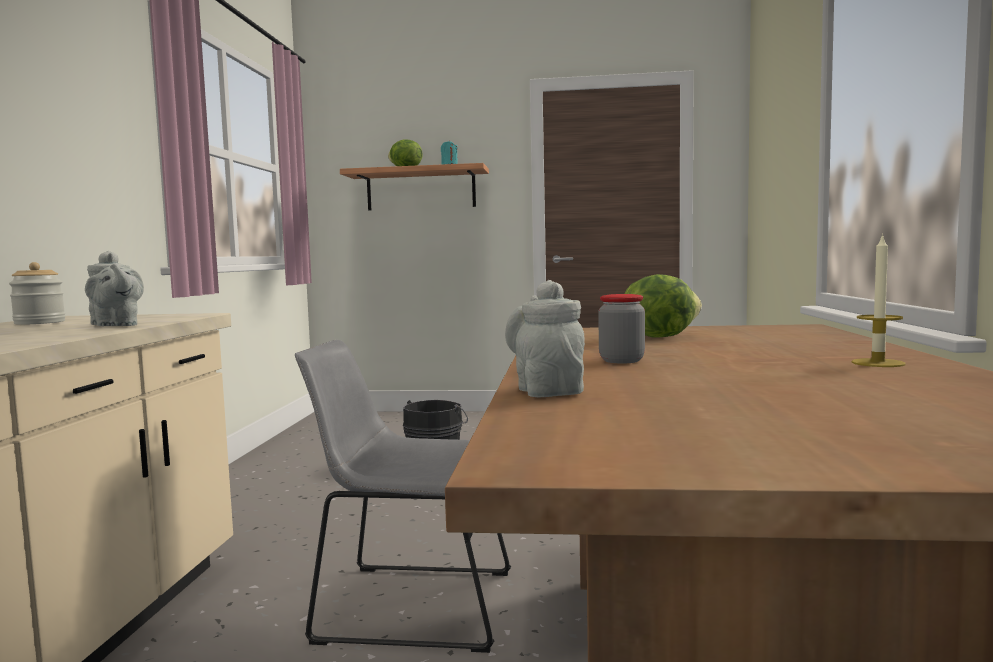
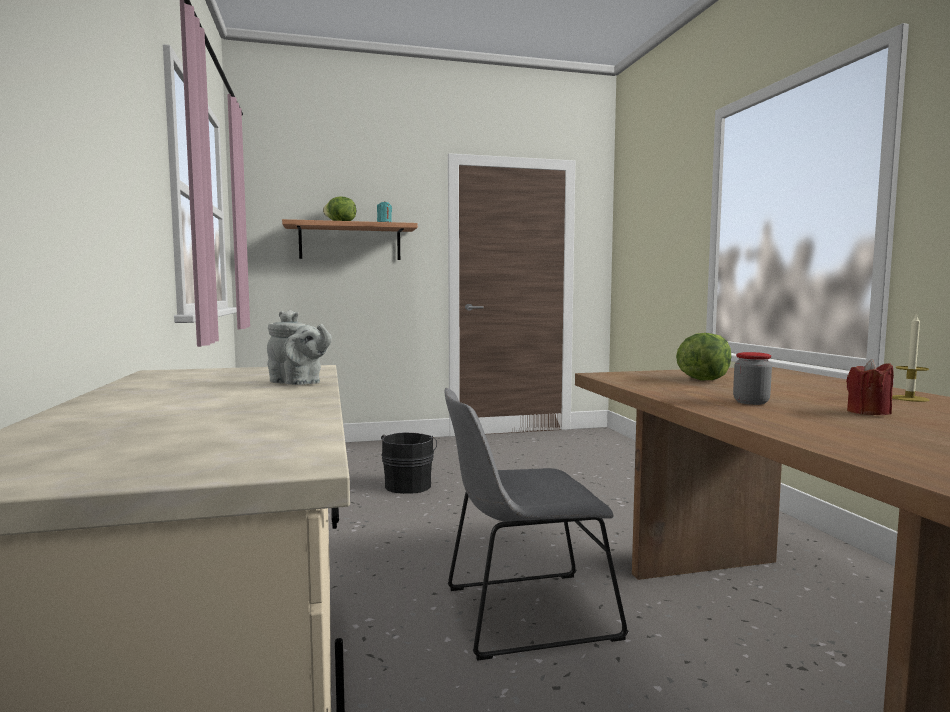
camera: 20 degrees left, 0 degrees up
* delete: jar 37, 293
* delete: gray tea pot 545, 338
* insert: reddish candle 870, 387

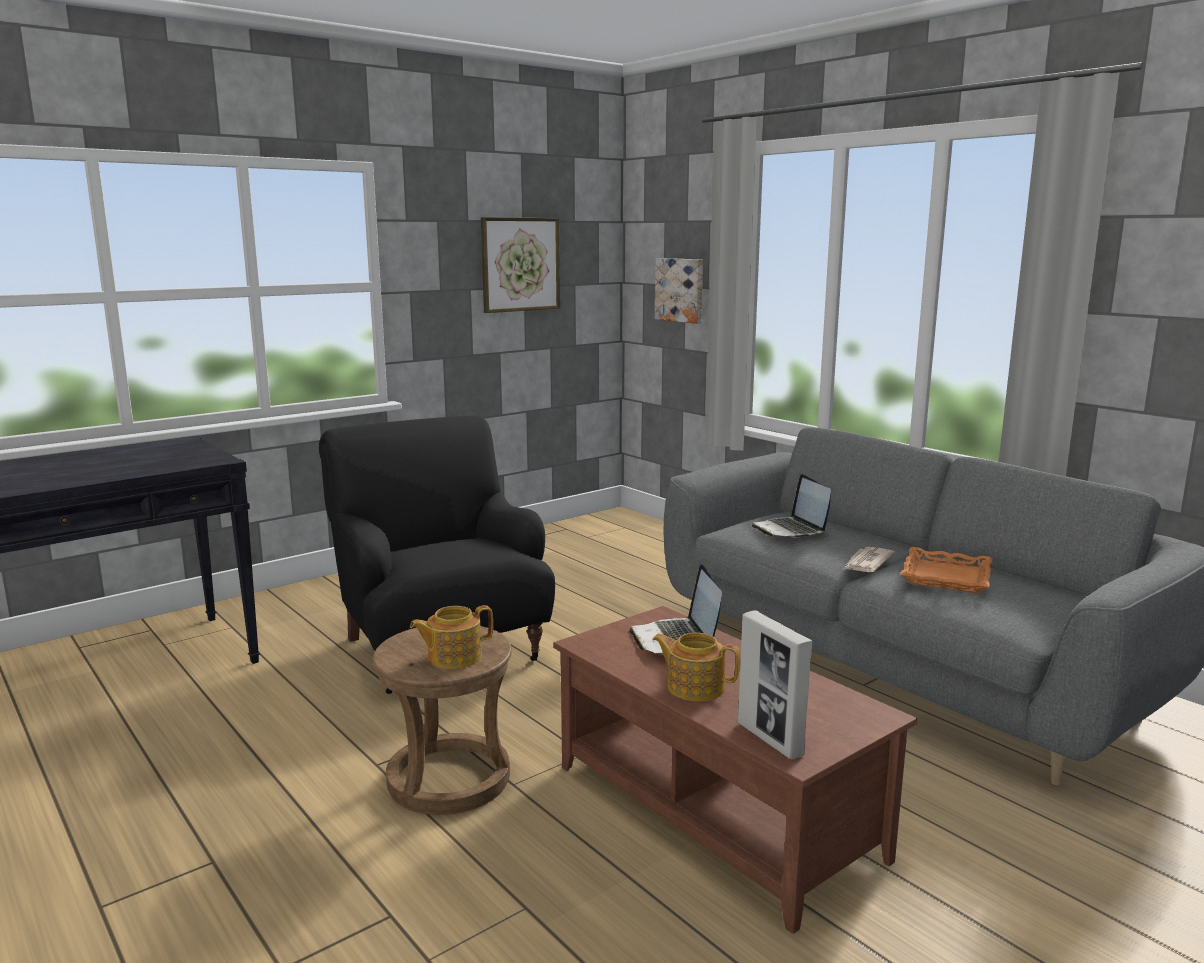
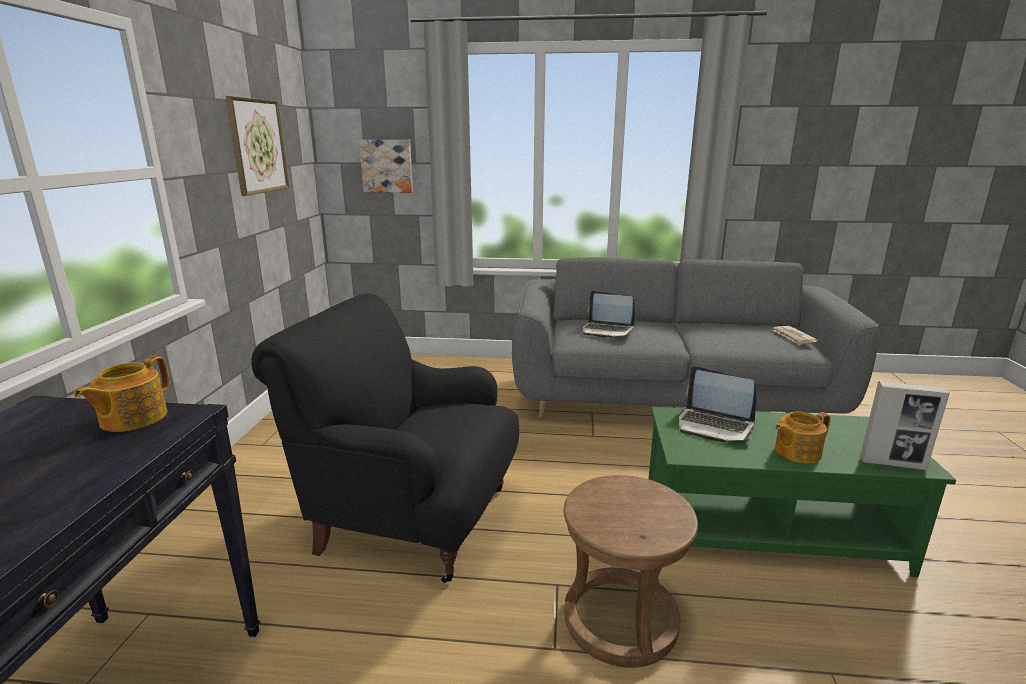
camera: 45 degrees left, 5 degrees up
* delete: orange-coloured serving tray 946, 570
* move: tea pot 451, 637 to 122, 394
* move: printed paper 869, 559 to 795, 335
* recolor: brownish low table 735, 770 to green low table 802, 492

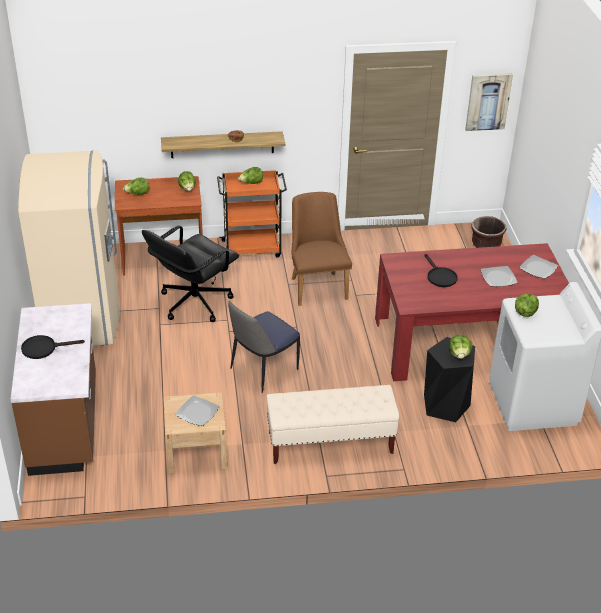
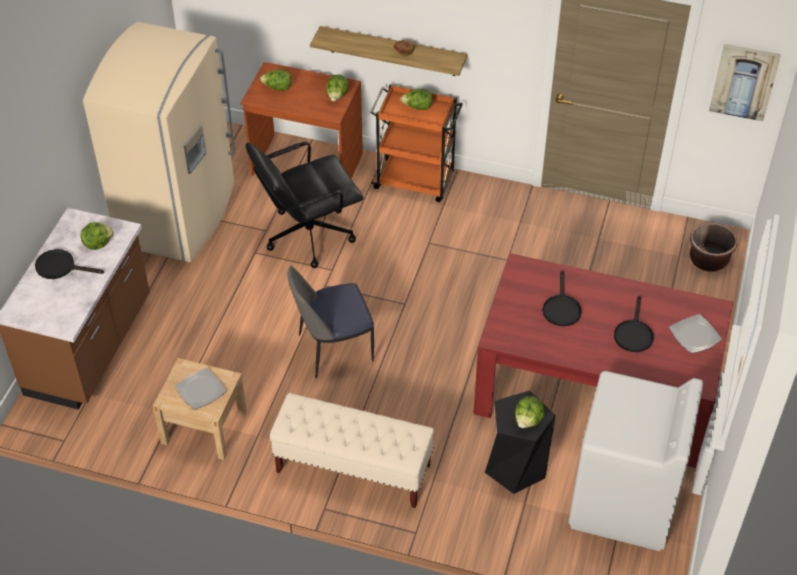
camera: 25 degrees right, 10 degrees up
* delete: brownish chair 322, 249
* move: lettuce head 527, 305 to 97, 236
* replace: dinner plate 499, 276 to black-coloured frying pan 634, 324

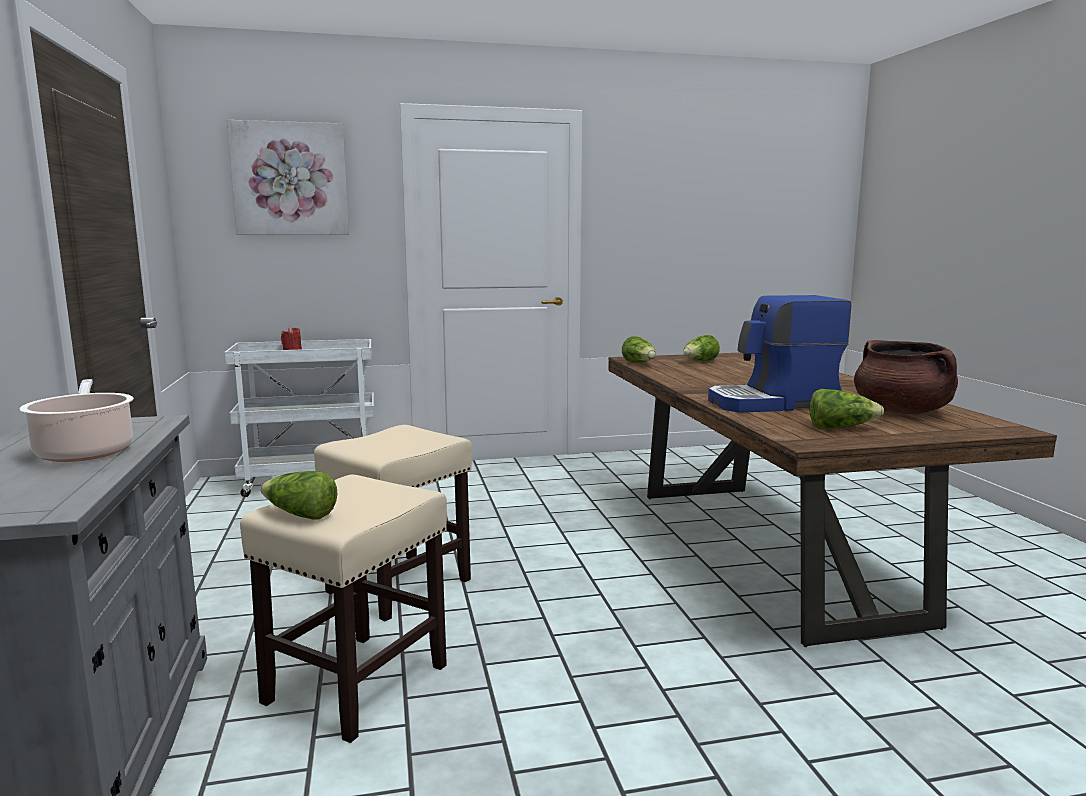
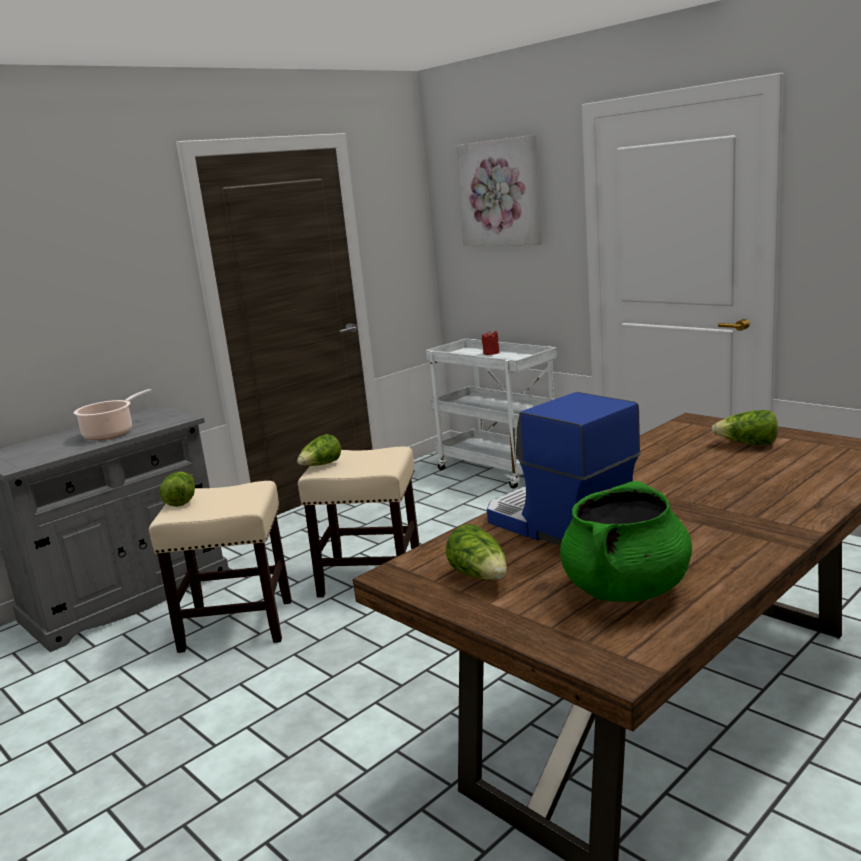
camera: 60 degrees right, 5 degrees up
* move: lettuce head 639, 349 to 319, 450
* recolor: brownish saucepot 906, 377 to green saucepot 626, 541

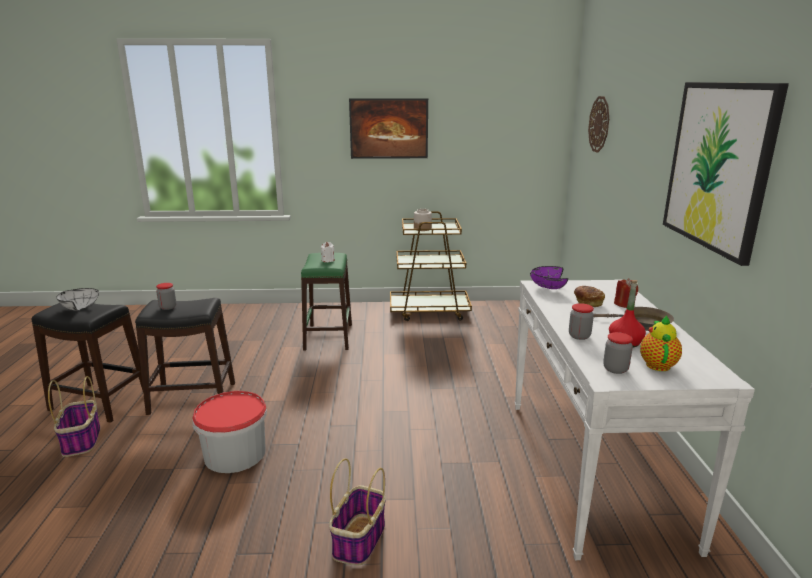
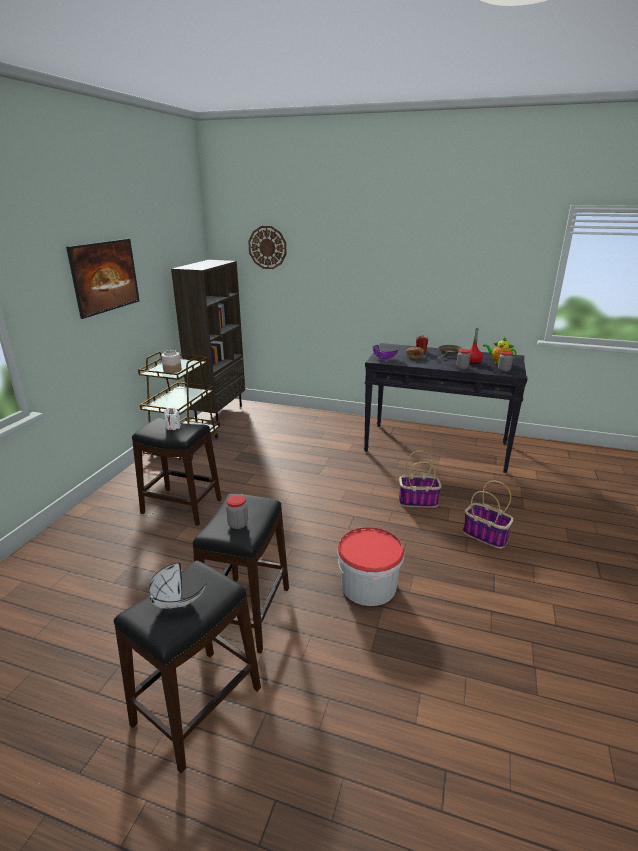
camera: 70 degrees left, 5 degrees up
* delete: wall art 726, 174
* insert: brownish bookcase 208, 342
* move: storage basket 74, 416 to 420, 479
* recolor: green stool 326, 302 to black-coloured stool 177, 472
* recolor: white hall table 634, 419 to black-coloured hall table 445, 408

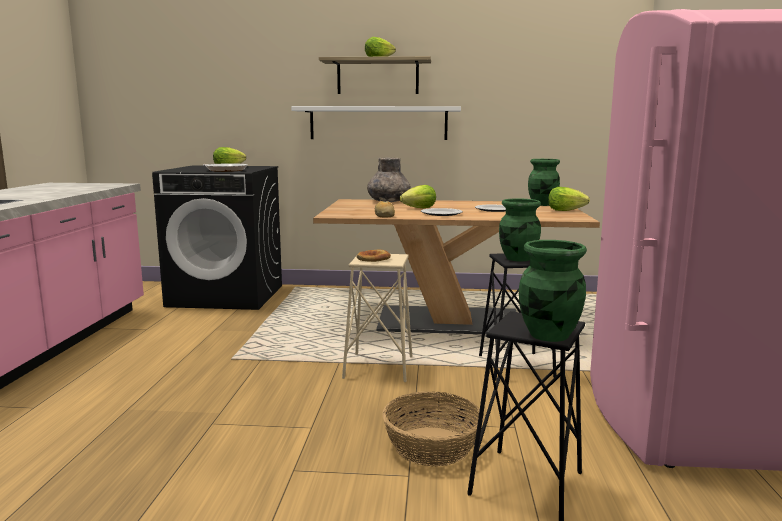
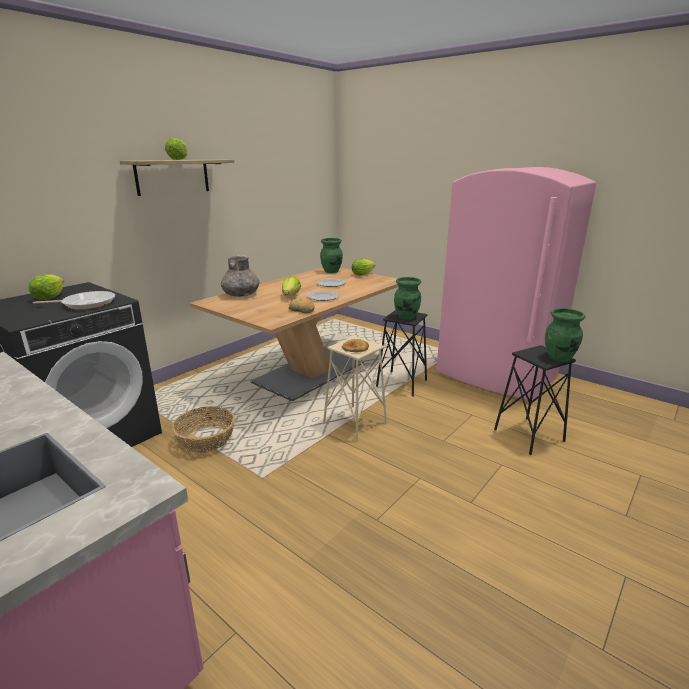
camera: 55 degrees left, 10 degrees up
* delete: white wall shelf 376, 123
* move: storage basket 433, 428 to 203, 429

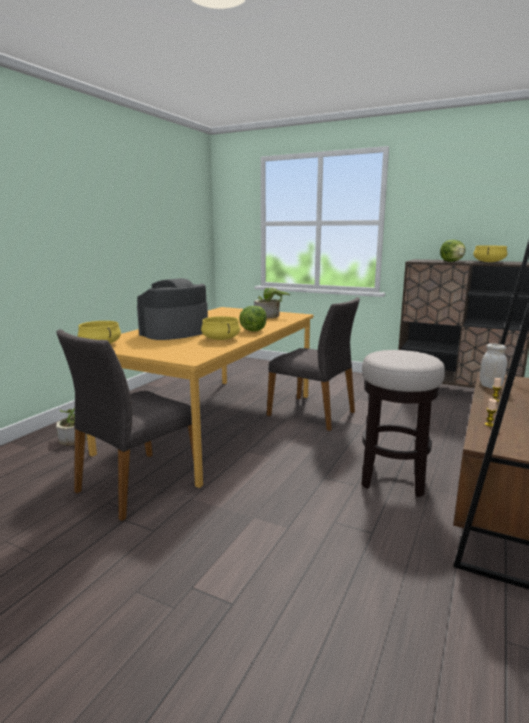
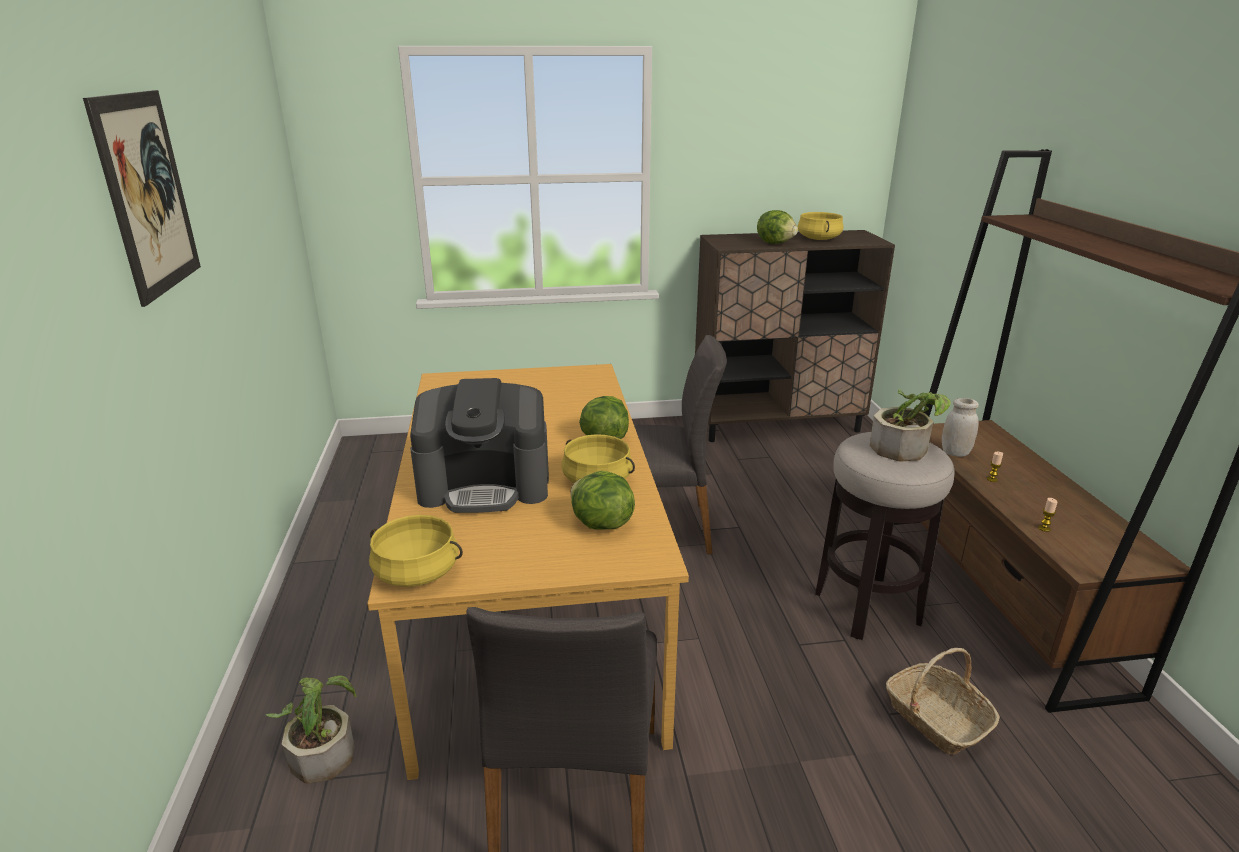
camera: 35 degrees left, 10 degrees up
* insert: wall art 142, 198
* insert: lettuce head 602, 500
* insert: storage basket 943, 701
* move: plant in a pot 272, 302 to 910, 425
* rotate: coffee machine 172, 309 = 479, 445 105 degrees counterclockwise

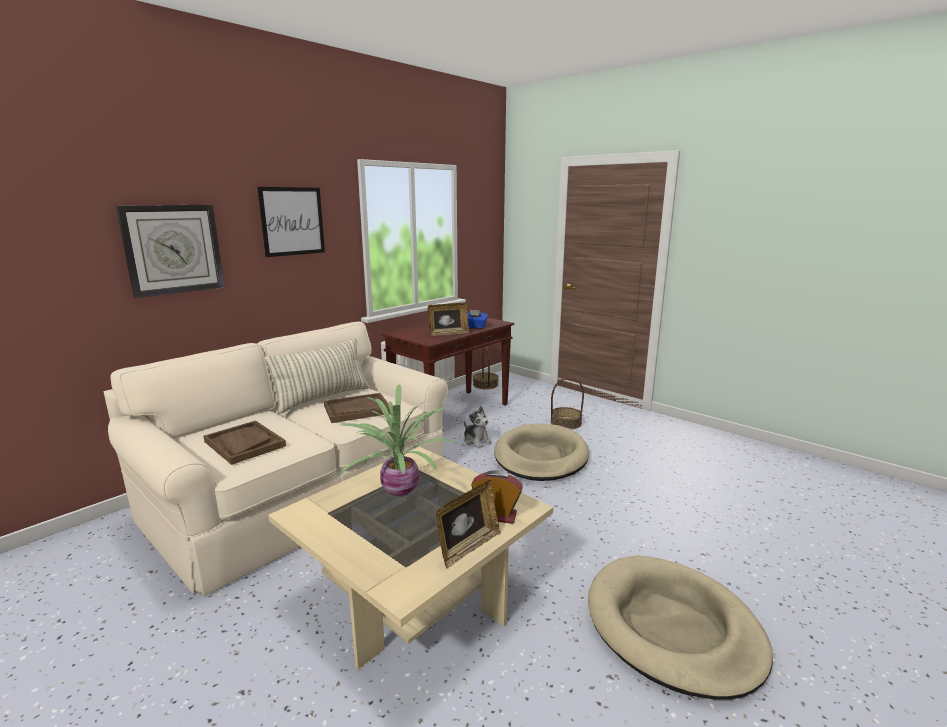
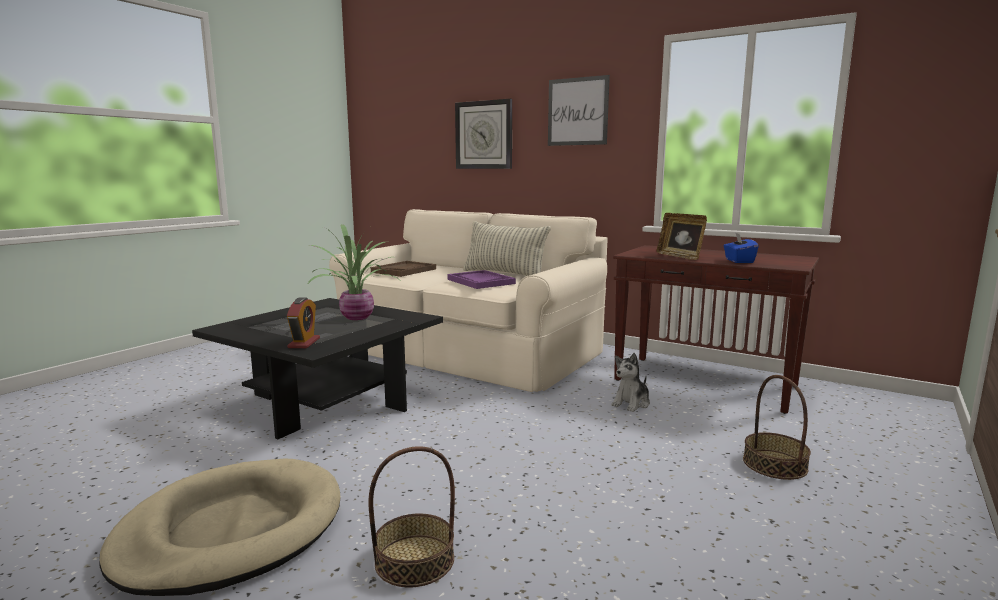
camera: 80 degrees right, 5 degrees down
* delete: standing frame 468, 524
* delete: beige-coloured pet bed 541, 452
* move: storage basket 486, 367 to 411, 516
* recolor: beige-coloured low table 410, 558 to black-coloured low table 317, 368
* recolor: brownish serving tray 357, 408 to purple-coloured serving tray 482, 279

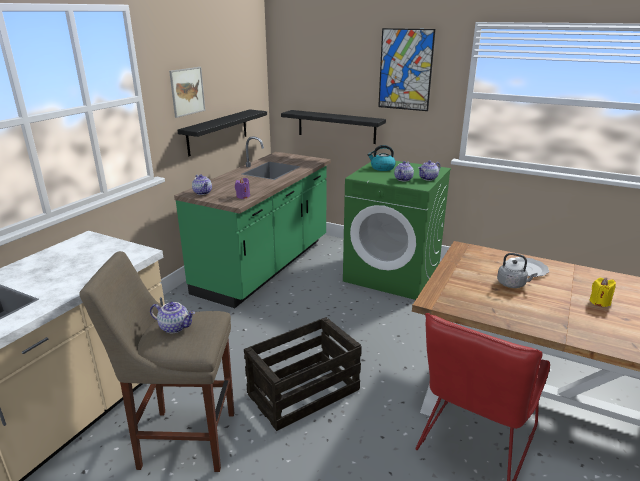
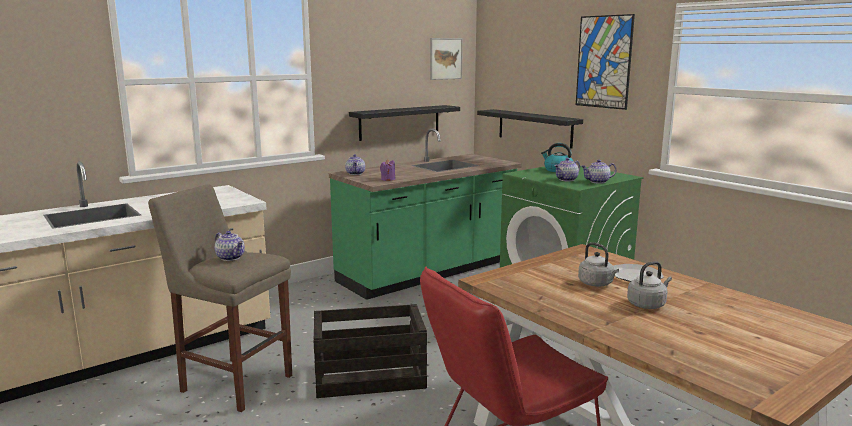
camera: 25 degrees right, 10 degrees down
* delete: yellow candle 603, 292
* insert: gray kettle 649, 285
* move: wall art 187, 92 to 446, 59

